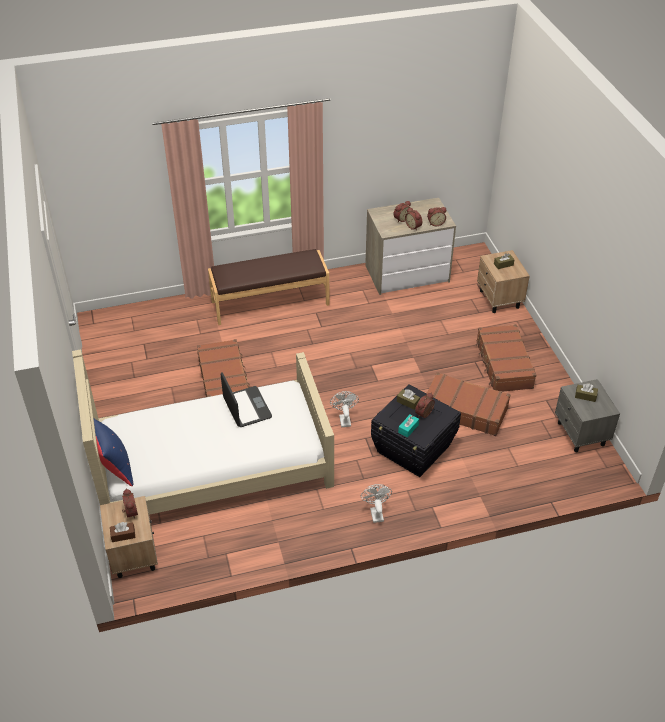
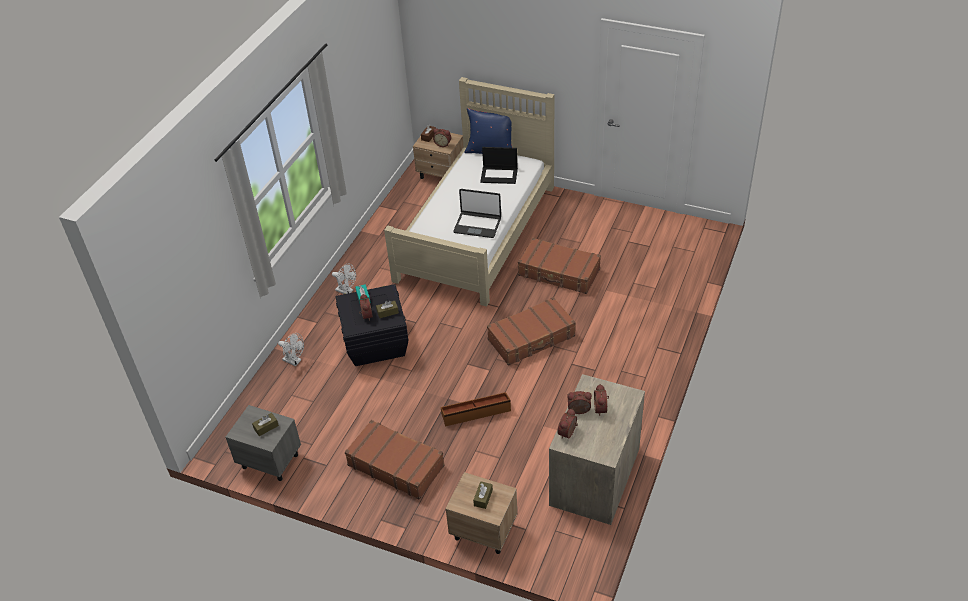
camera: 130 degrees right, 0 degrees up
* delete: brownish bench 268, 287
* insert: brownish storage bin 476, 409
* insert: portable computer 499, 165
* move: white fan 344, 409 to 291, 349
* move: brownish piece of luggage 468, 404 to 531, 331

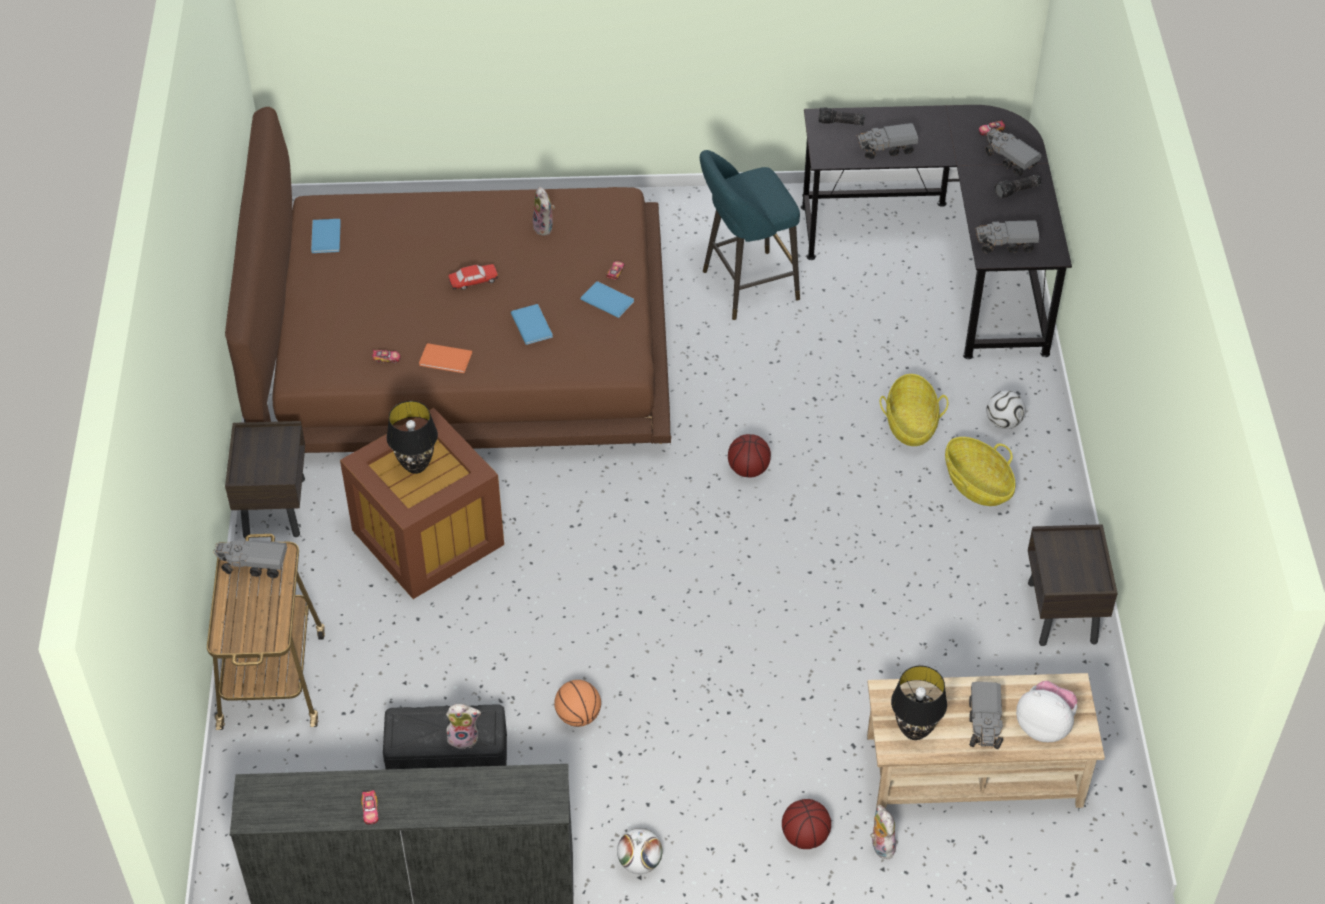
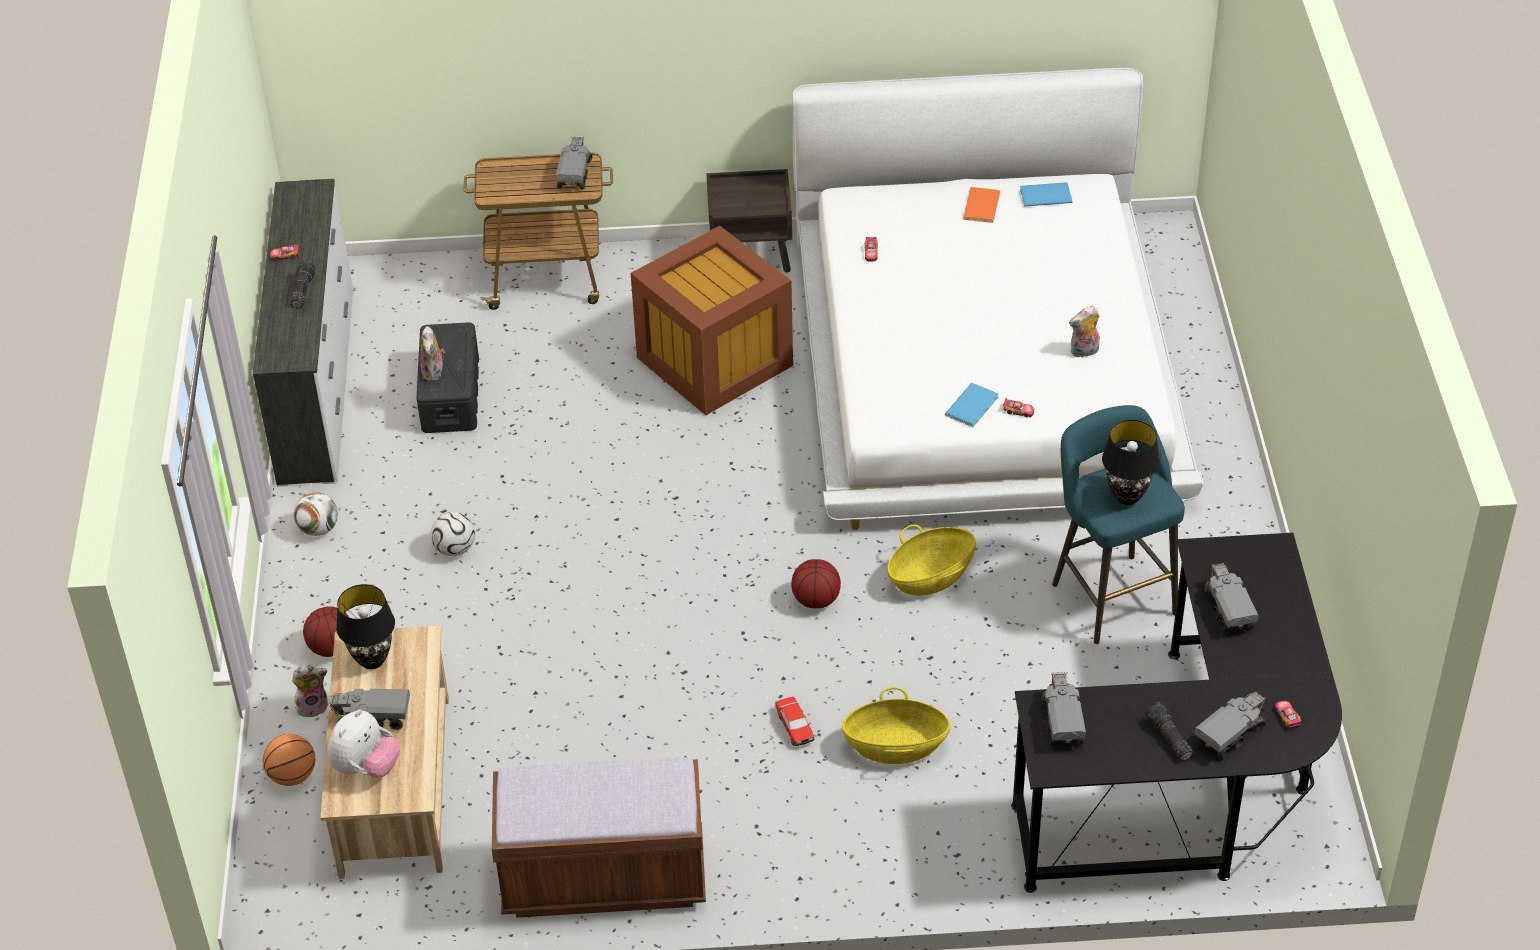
camera: 90 degrees right, 5 degrees down
* delete: blue book 532, 324
* move: black-coloured tabletop lamp 412, 437 to 1131, 462
* move: orange-coloured book 445, 358 to 982, 205
* move: toy car 473, 277 to 794, 721
* move: basketball 577, 703 to 289, 760
* move: torch 841, 116 to 303, 284
* move: storage basket 980, 471 to 932, 560
* move: football 1006, 410 to 452, 534
* replace: brownish bedside table 1073, 585 to brownish bench 599, 837
* recolor: brownish sleeping bed 448, 280 to white sleeping bed 997, 299

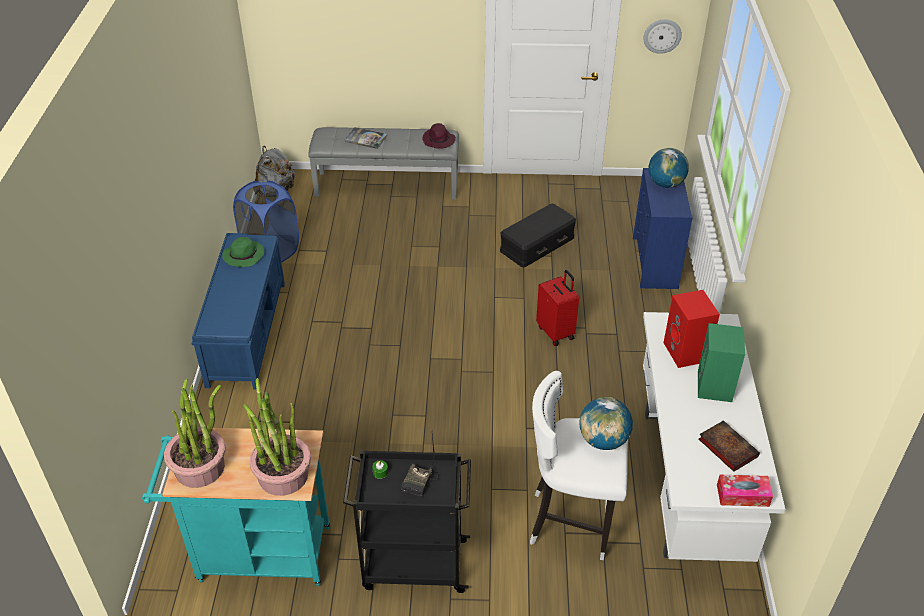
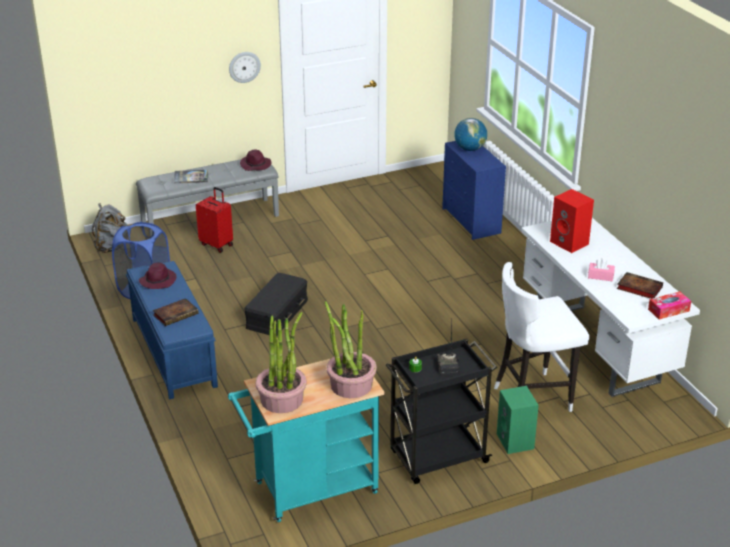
camera: 25 degrees left, 10 degrees down
* delete: desk globe 606, 423
* insert: book 176, 312
* insert: pink box of tissues 601, 269
* move: black-coloured storage bin 538, 236 to 276, 304
* move: reddish piece of luggage 557, 308 to 214, 220
* move: clock on the wall 663, 36 to 245, 67
* move: green audio speaker 721, 362 to 518, 420
* recolor: green wearable hat 243, 252 to purple-coloured wearable hat 158, 275

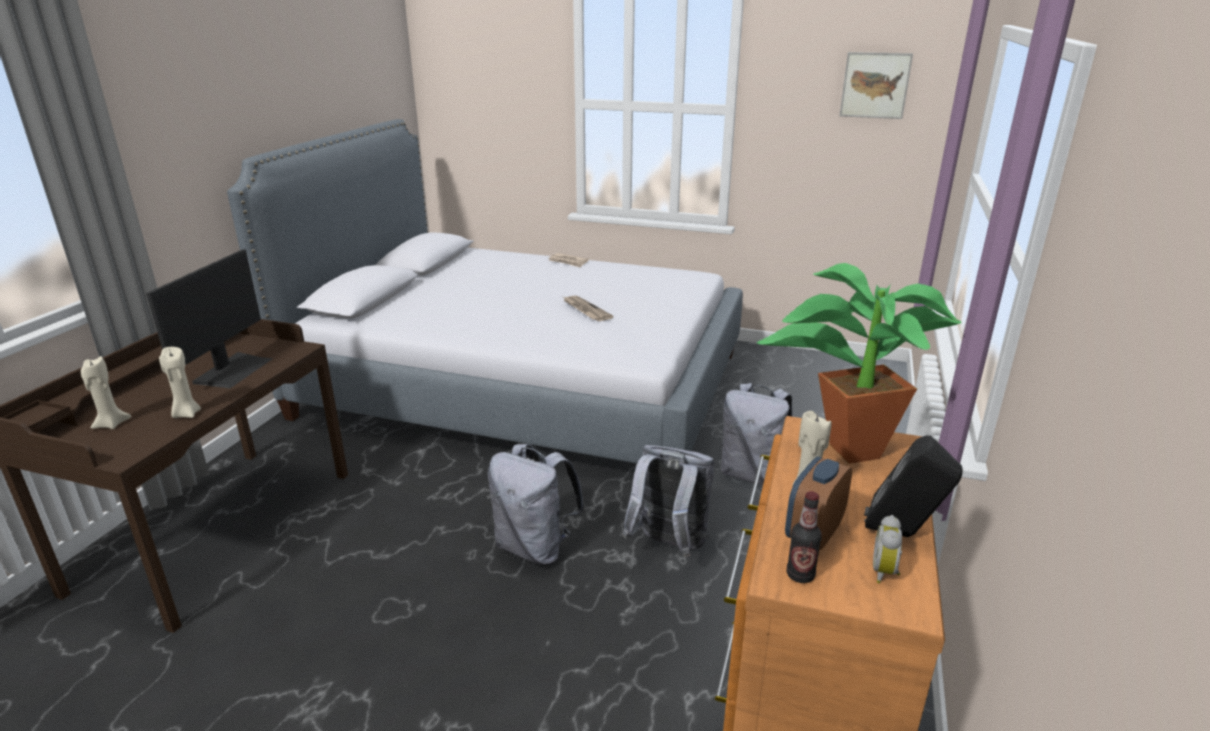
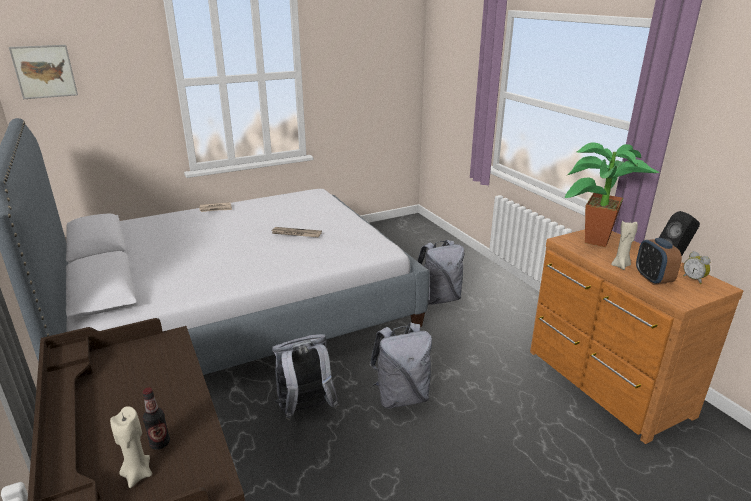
camera: 45 degrees left, 0 degrees up
* delete: computer display 209, 318
* delete: beige-coloured candle 180, 382
* move: gray rucksack 668, 501 to 305, 377
* move: drink bottle 804, 537 to 156, 419
* move: wall art 876, 85 to 43, 72

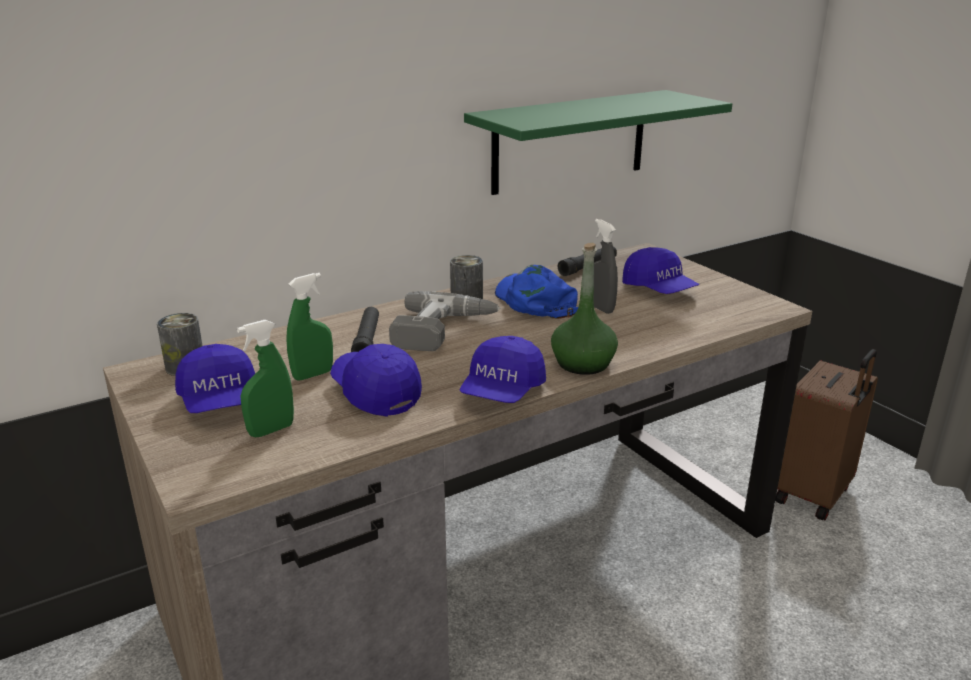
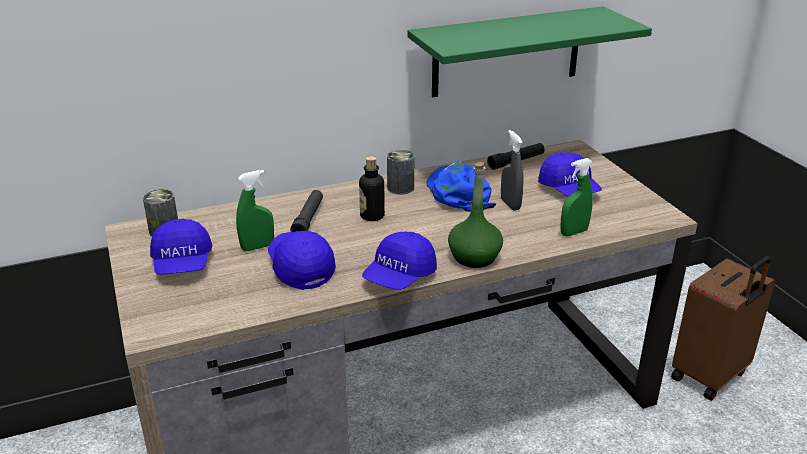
camera: 10 degrees right, 5 degrees up
* move: green sprayer 265, 378 to 576, 197
* replace: drill 445, 321 to drink bottle 372, 188

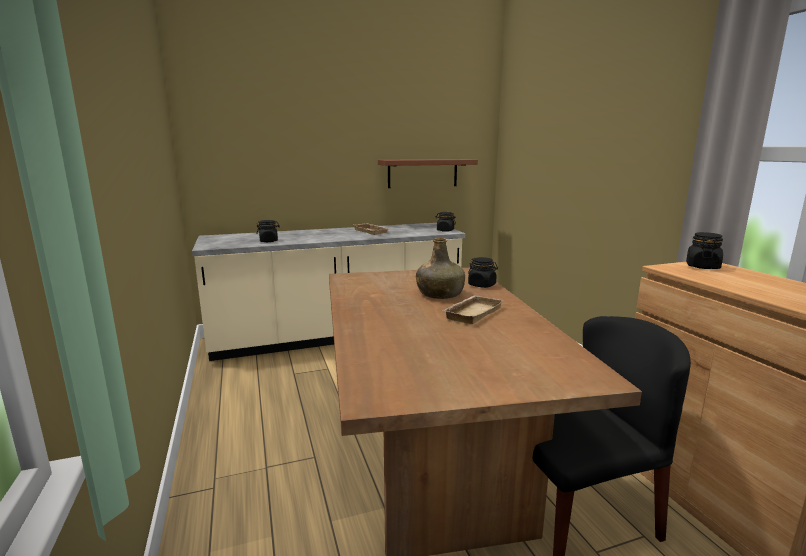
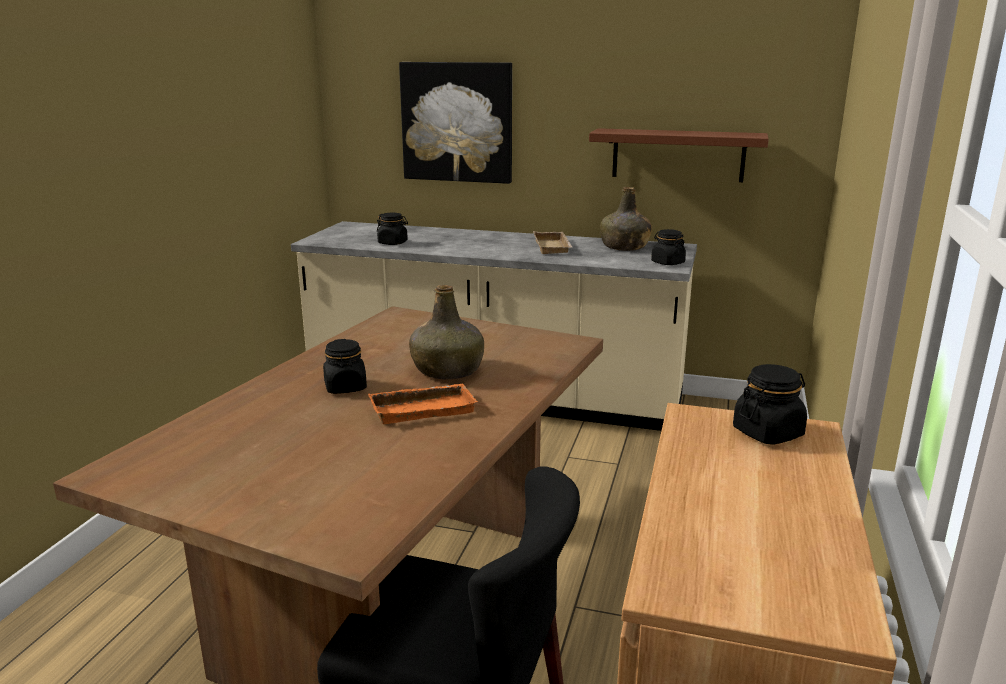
camera: 35 degrees right, 5 degrees up
* insert: wall art 455, 123
* insert: green drink bottle 626, 219
* move: black-coloured jar 483, 272 to 345, 366
* recolor: beige-coloured serving tray 473, 309 to orange-coloured serving tray 422, 404

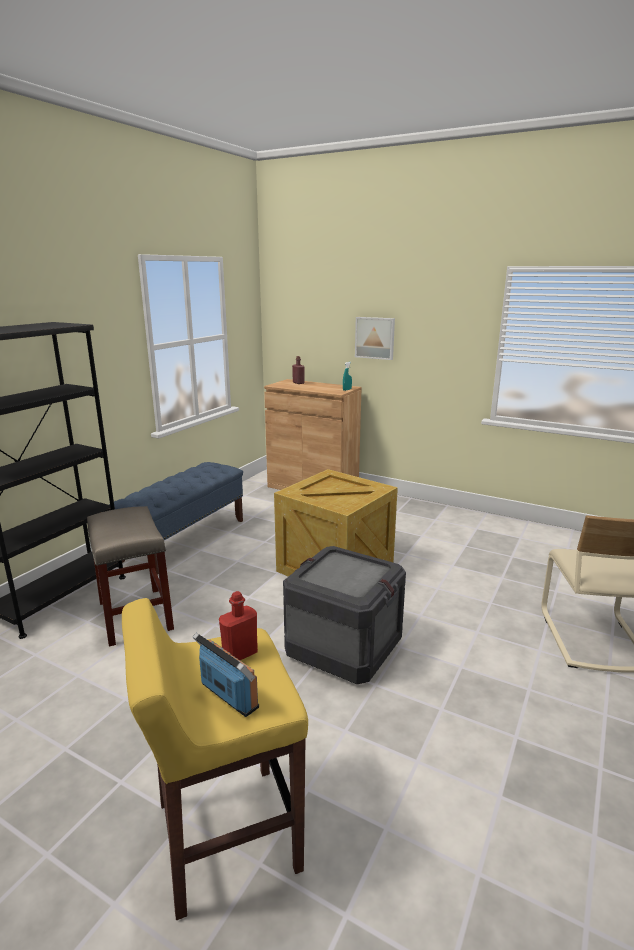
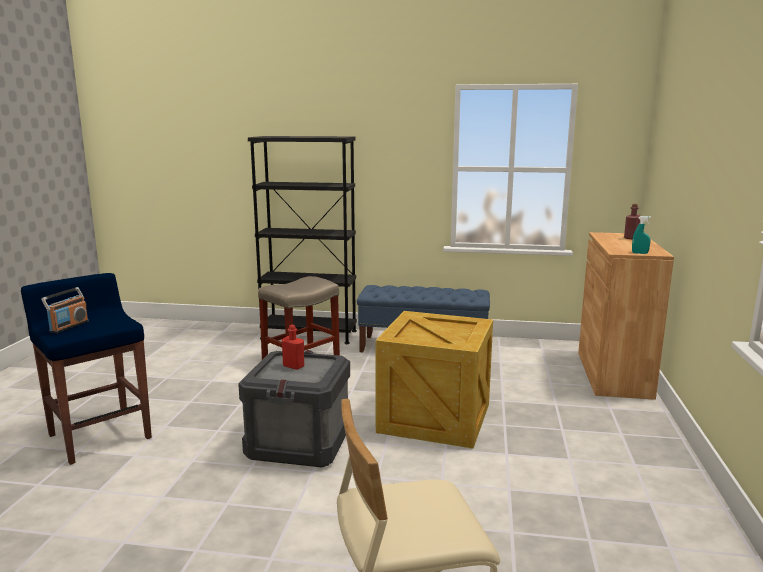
camera: 70 degrees right, 5 degrees down
* delete: wall art 375, 338
* move: reddish drink bottle 238, 625 to 293, 347
* recolor: yellow stool 215, 759 to blue stool 86, 369

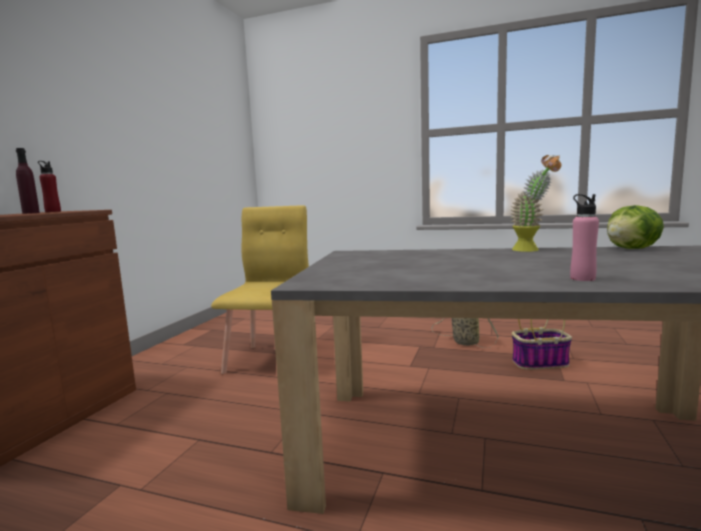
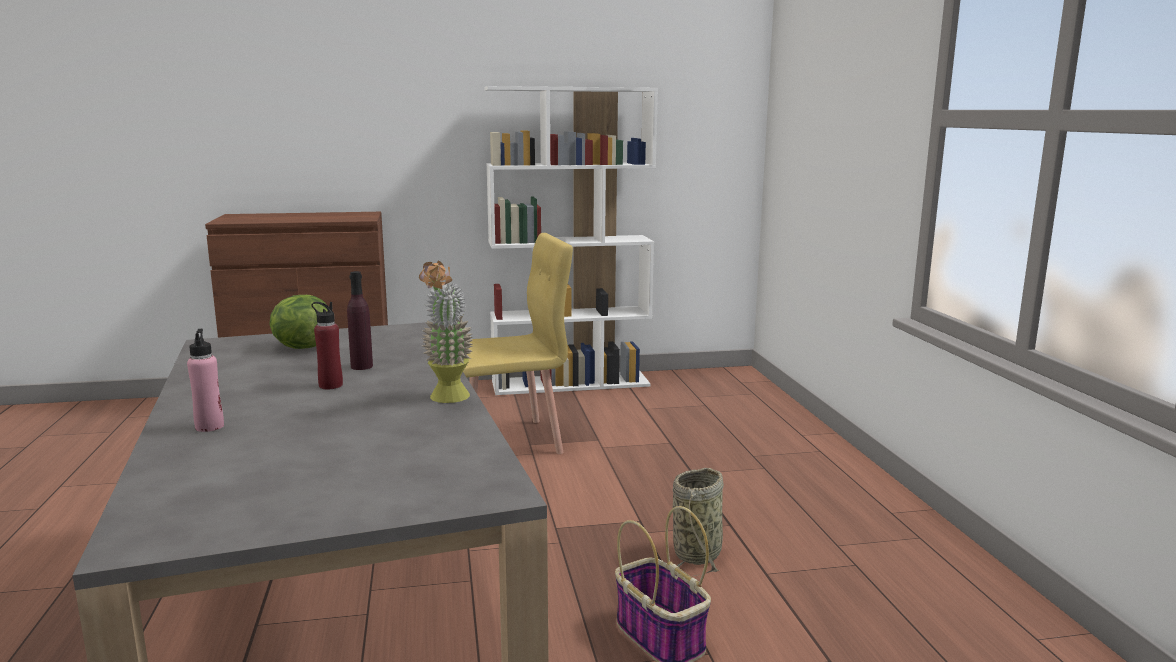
camera: 60 degrees right, 5 degrees up
* insert: white bookcase 571, 240
* move: purple-coloured drink bottle 28, 181 to 360, 320
* move: reddish drink bottle 49, 186 to 327, 345
* move: lettuce head 635, 227 to 298, 322

